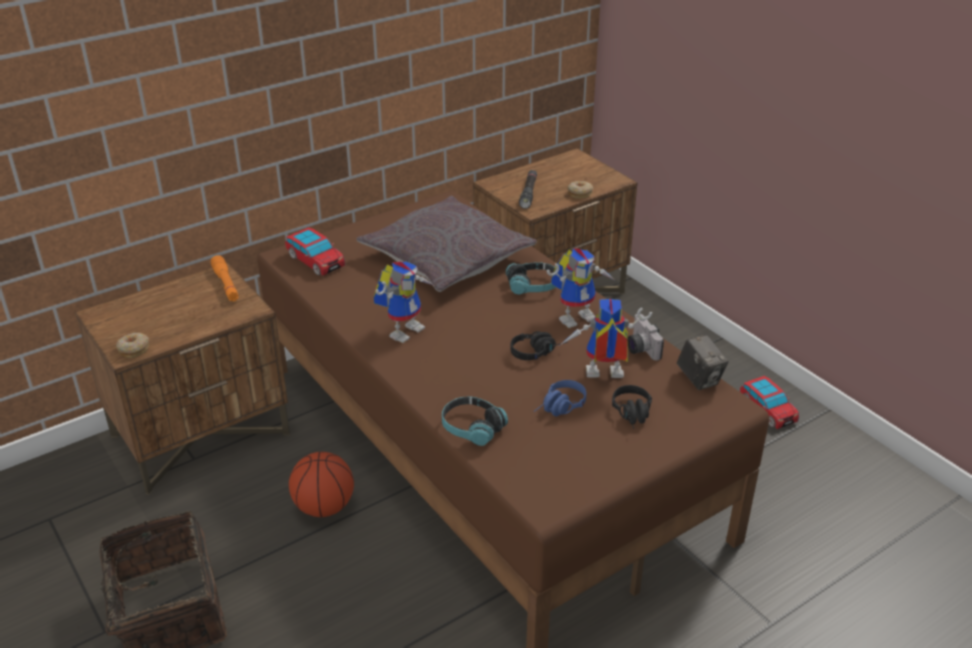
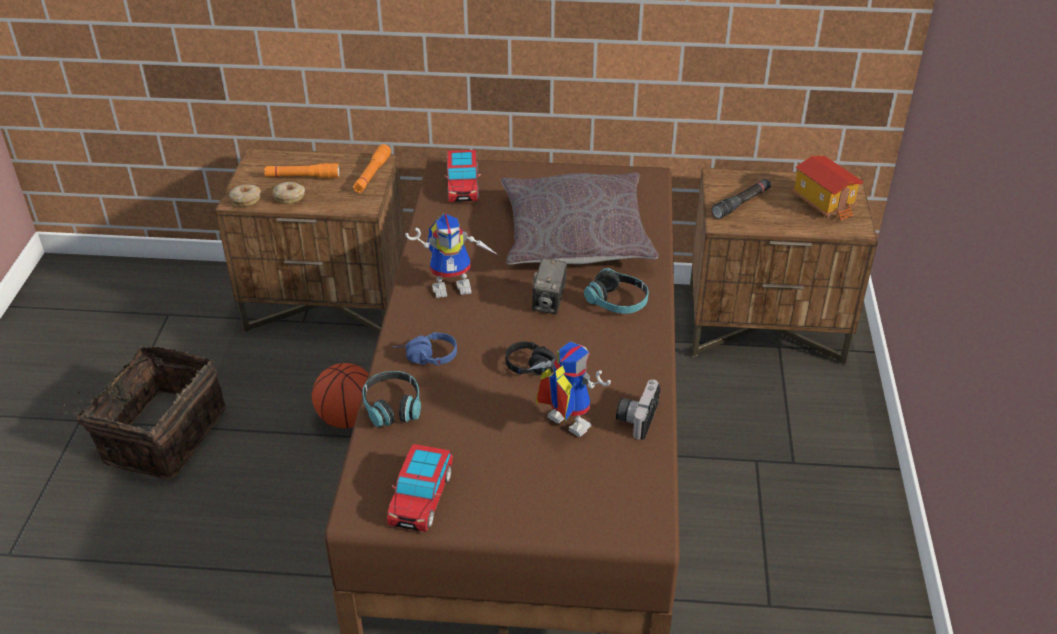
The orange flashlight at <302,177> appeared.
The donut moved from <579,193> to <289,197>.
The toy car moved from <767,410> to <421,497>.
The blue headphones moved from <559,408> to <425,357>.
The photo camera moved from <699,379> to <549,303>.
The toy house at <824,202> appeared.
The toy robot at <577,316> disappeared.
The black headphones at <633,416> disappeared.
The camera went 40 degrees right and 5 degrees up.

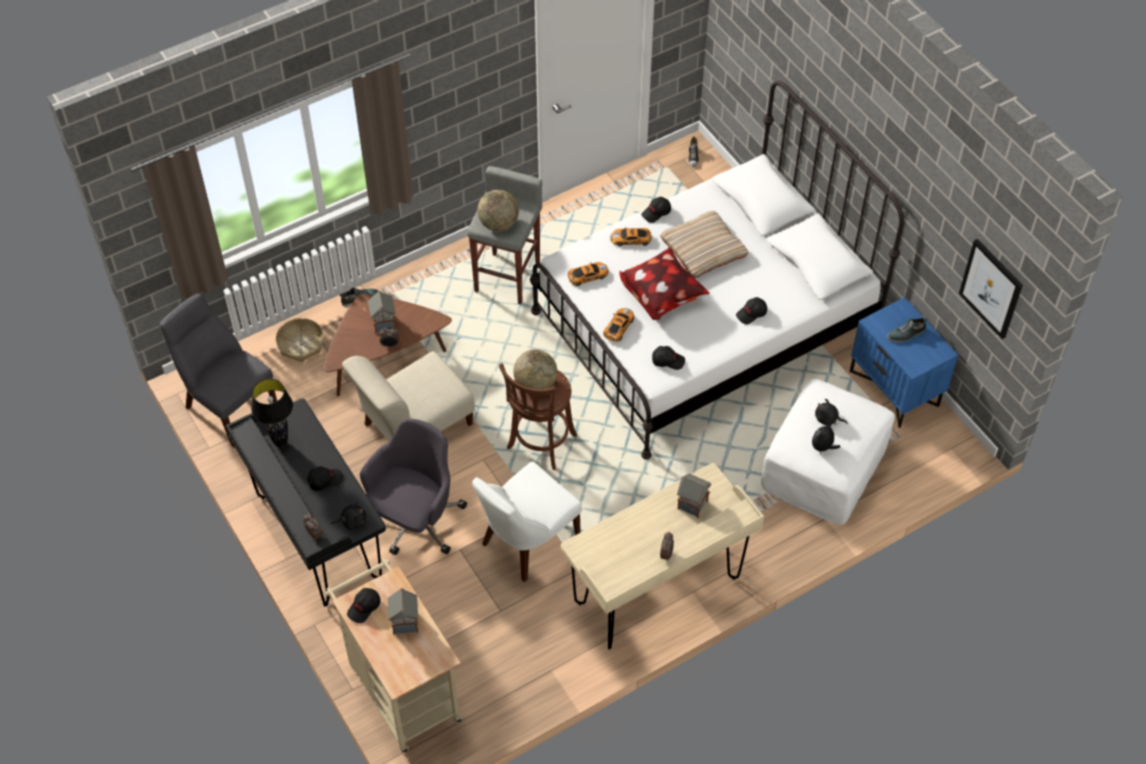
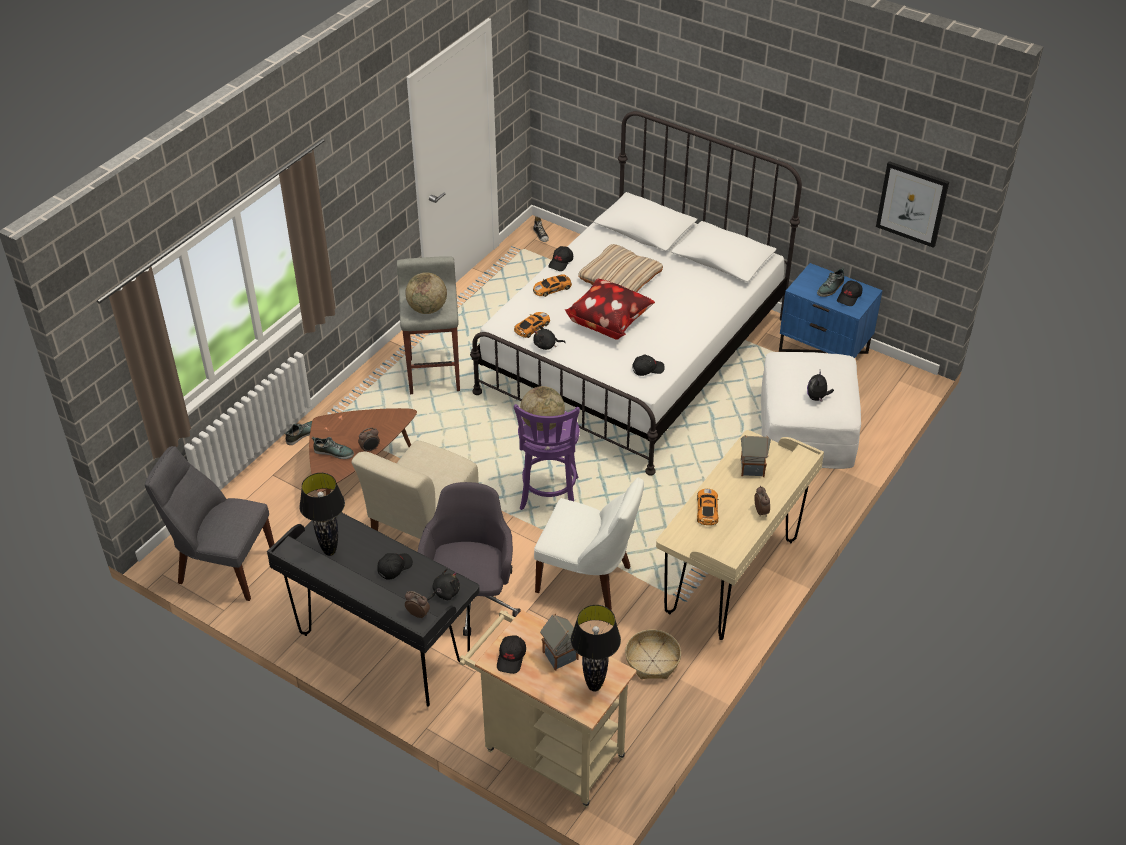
The shoe at <334,452> appeared.
The brown stool at <540,445> became the purple stool at <549,496>.
The black plush toy moved from <827,419> to <546,345>.
The white chair at <527,542> turned 90 degrees counterclockwise.
The black table lamp at <594,686> appeared.
The basket moved from <301,345> to <652,661>.
The toy car moved from <618,327> to <707,510>.
The black cap moved from <751,314> to <849,297>.
The toy house at <383,323> disappeared.
The camera went 25 degrees left and 10 degrees down.

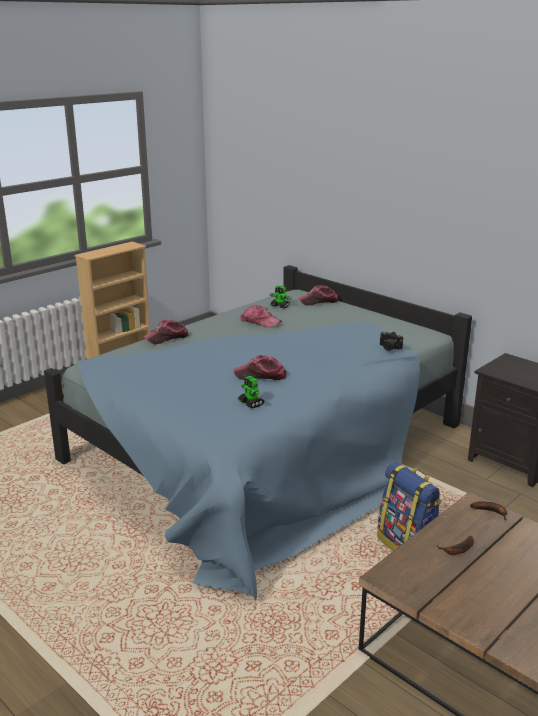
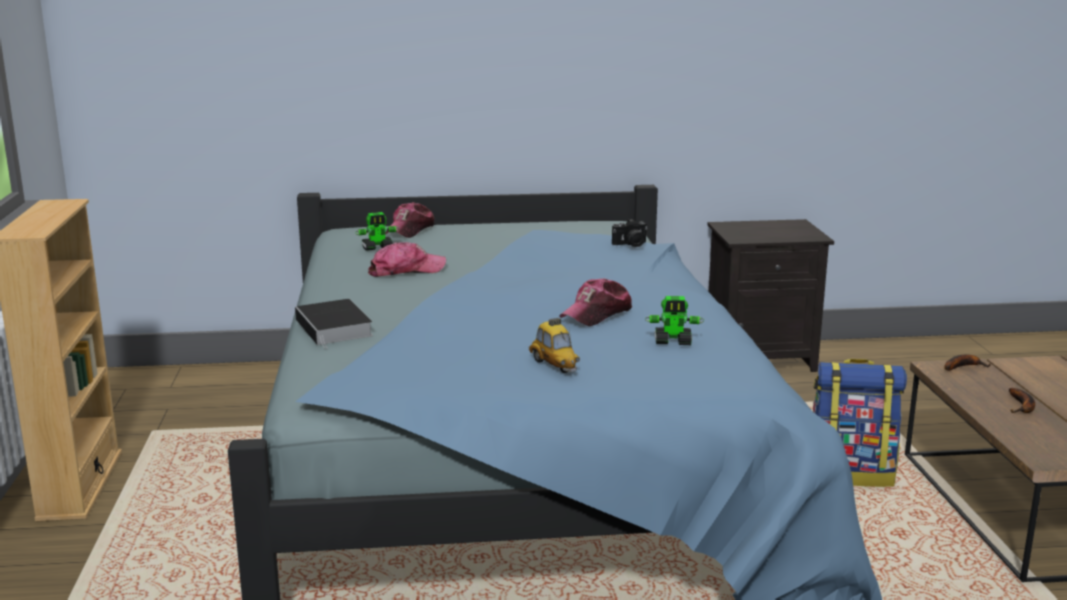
The cap at <166,338> was replaced by the book at <335,328>.
The toy car at <554,365> appeared.
The camera went 50 degrees left and 5 degrees down.

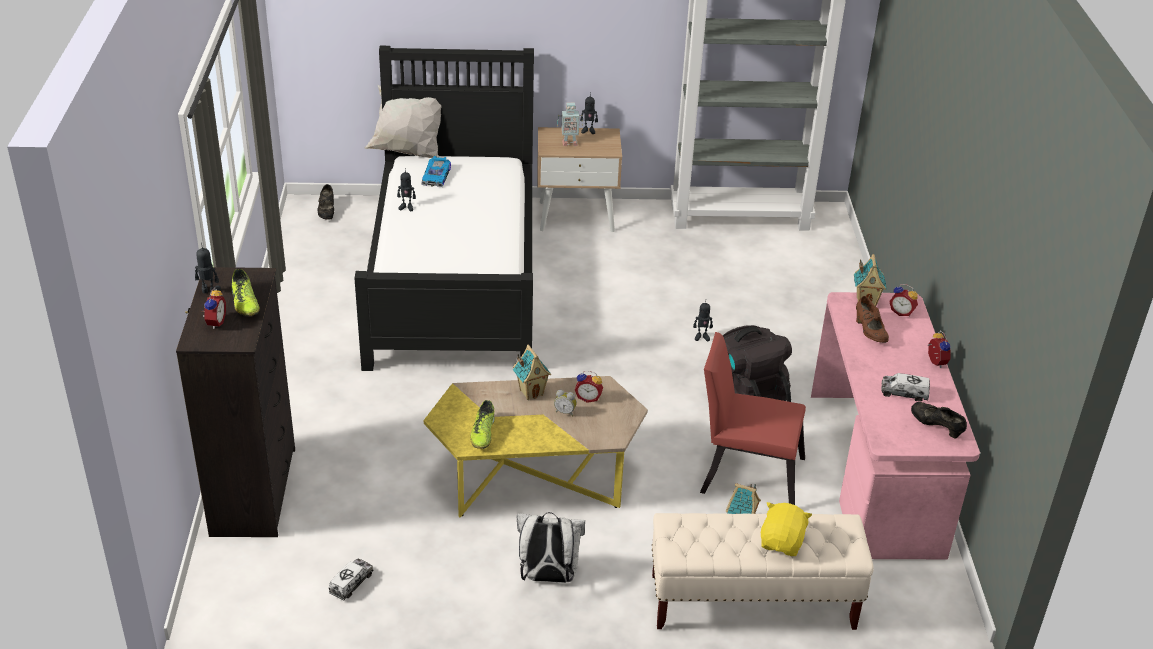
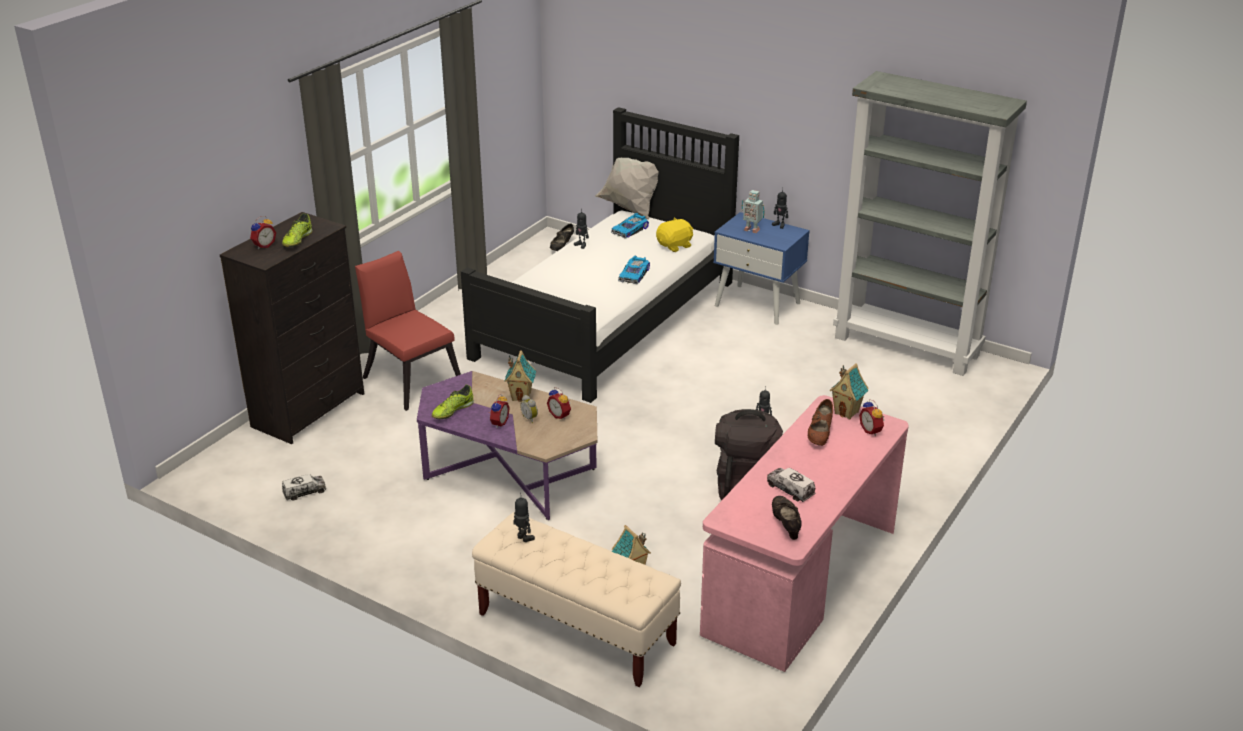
The red chair moved from <745,473> to <410,379>.
The yellow coffee table at <535,476> became the purple coffee table at <510,474>.
The alarm clock moved from <934,362> to <498,423>.
The toy robot moved from <209,291> to <523,538>.
The toy car at <635,275> appeared.
The yellow plush toy moved from <782,542> to <675,246>.
The beige nightstand at <577,216> became the blue nightstand at <758,304>.
The white backpack at <548,577> disappeared.
The camera went 35 degrees right and 5 degrees down.

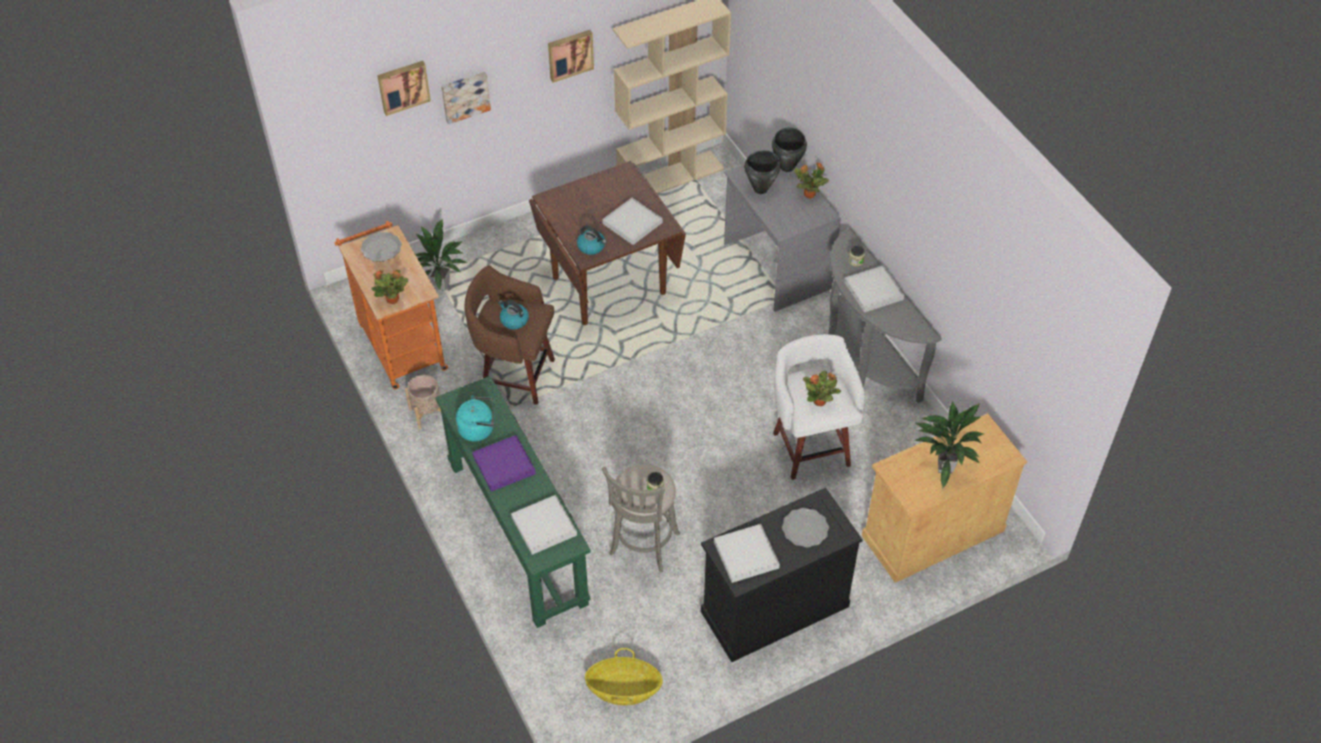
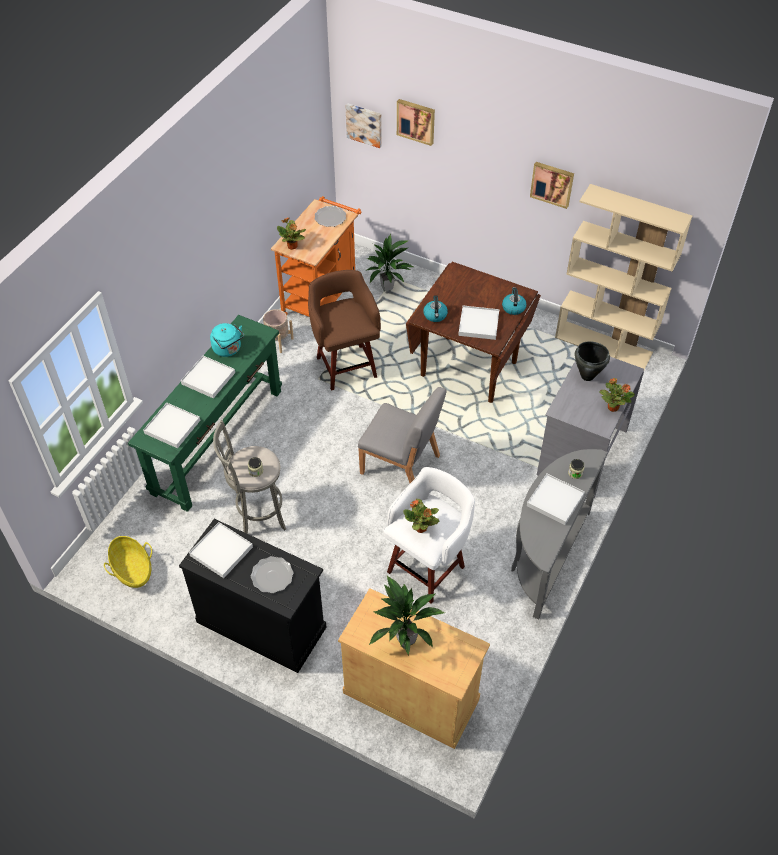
The purple tray at <504,465> became the white tray at <208,378>.
The picture moved from <465,96> to <364,124>.
The grey chair at <401,465> appeared.
The kettle moved from <514,320> to <513,307>.
The black cooking pot at <787,167> disappeared.
The camera went 55 degrees right and 0 degrees up.

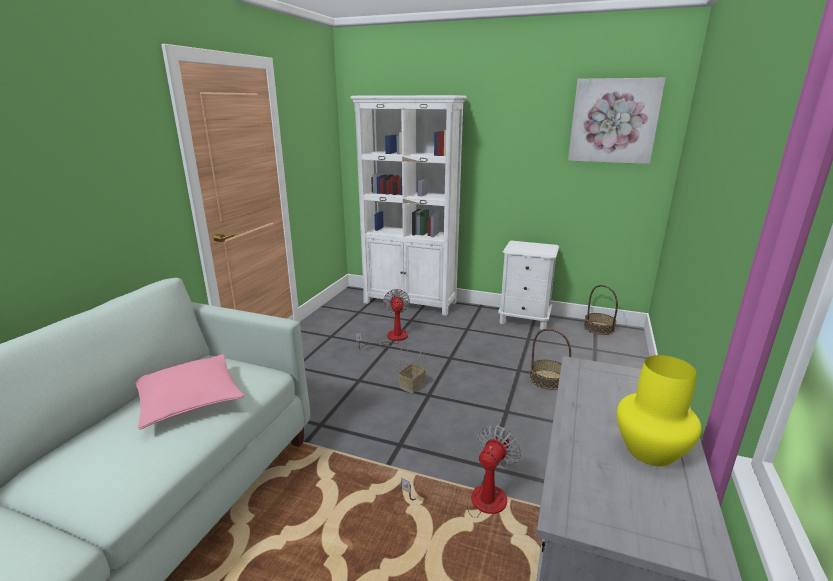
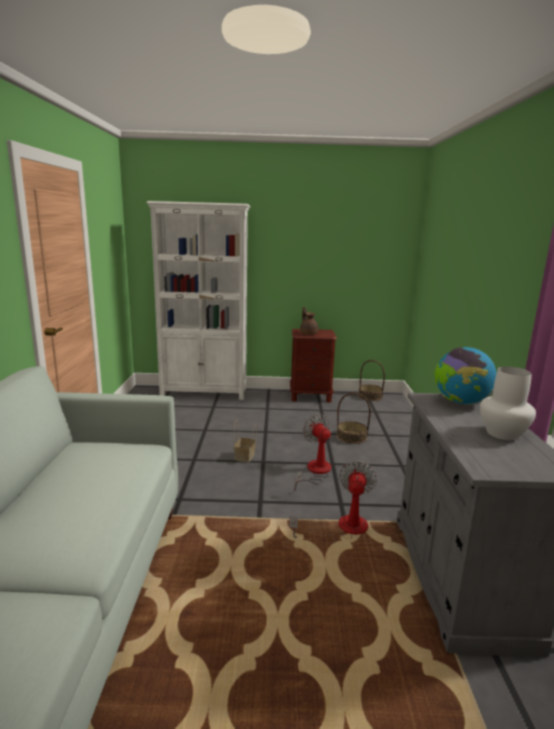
The white nightstand at <524,320> became the brown nightstand at <310,396>.
The fan moved from <391,338> to <315,472>.
The brown teapot at <308,333> appeared.
The globe at <460,402> appeared.
The yellow vase at <651,452> became the white vase at <503,434>.
The pink pillow at <189,399> disappeared.
The picture at <613,121> disappeared.
The camera went 20 degrees left and 5 degrees down.

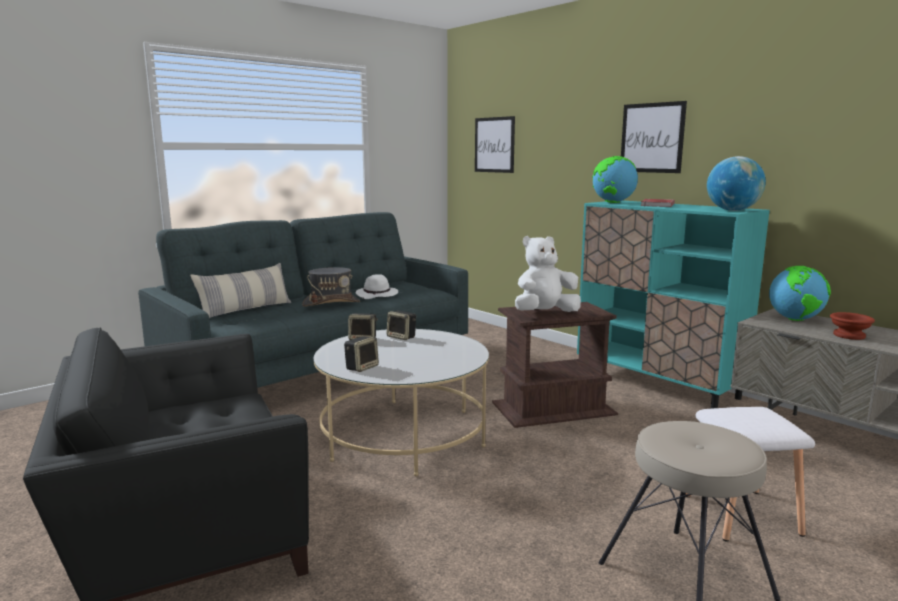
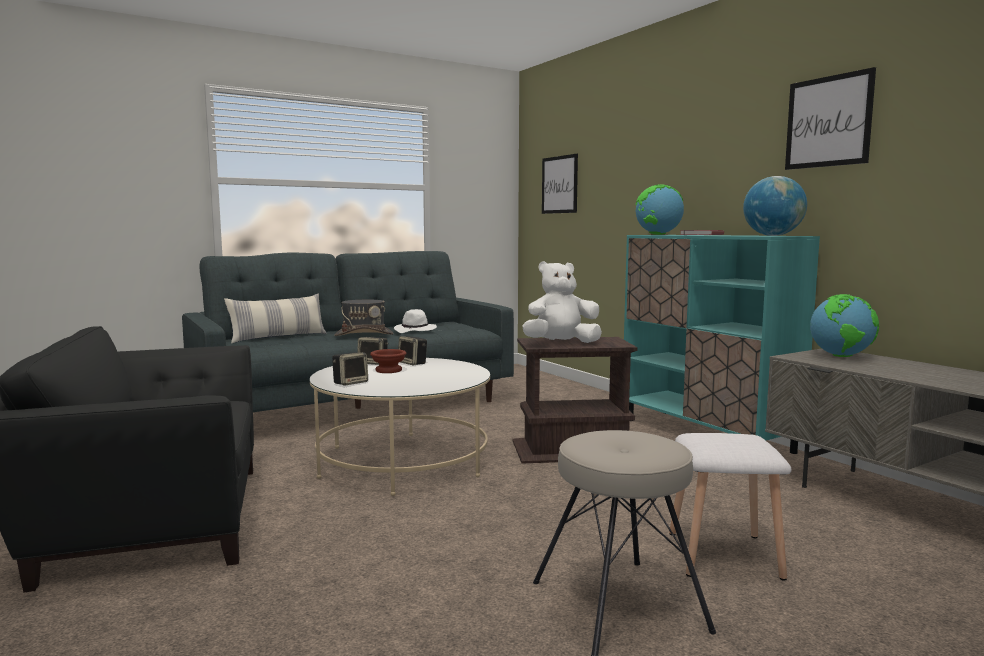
The brown bowl moved from <850,336> to <389,370>.
The picture moved from <652,138> to <828,121>.
The camera went 10 degrees right and 5 degrees down.

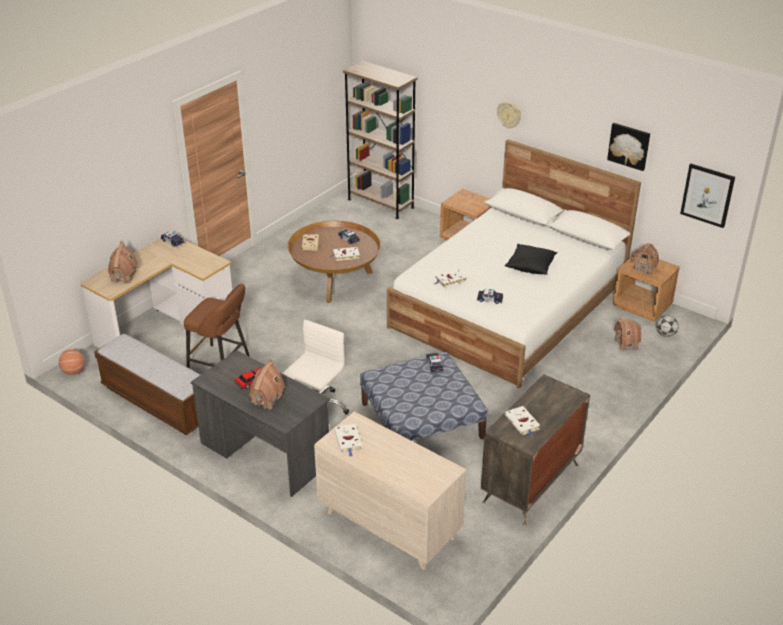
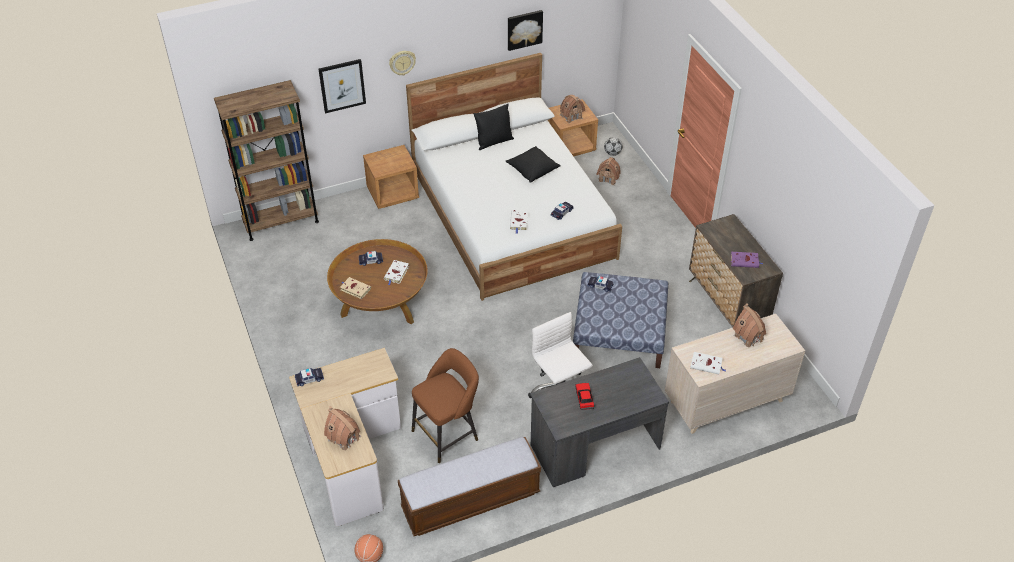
The picture moved from <707,195> to <342,85>.
The black pillow at <494,142> appeared.
The white book at <522,423> became the purple book at <745,261>.
The toy house moved from <266,399> to <748,337>.
The camera went 60 degrees left and 10 degrees up.

